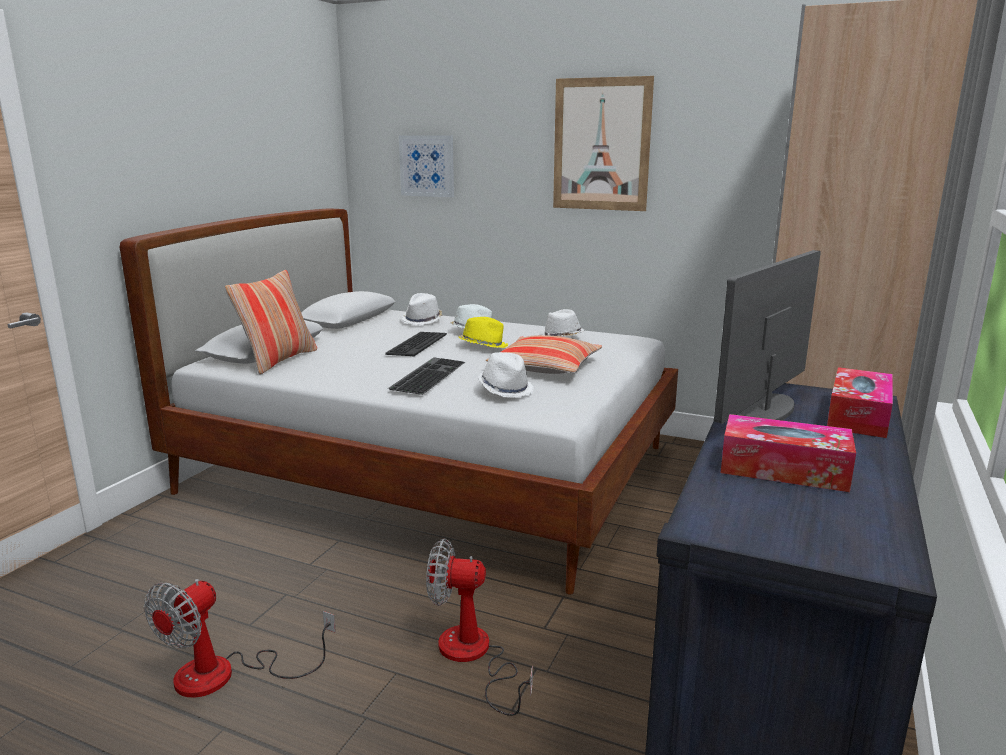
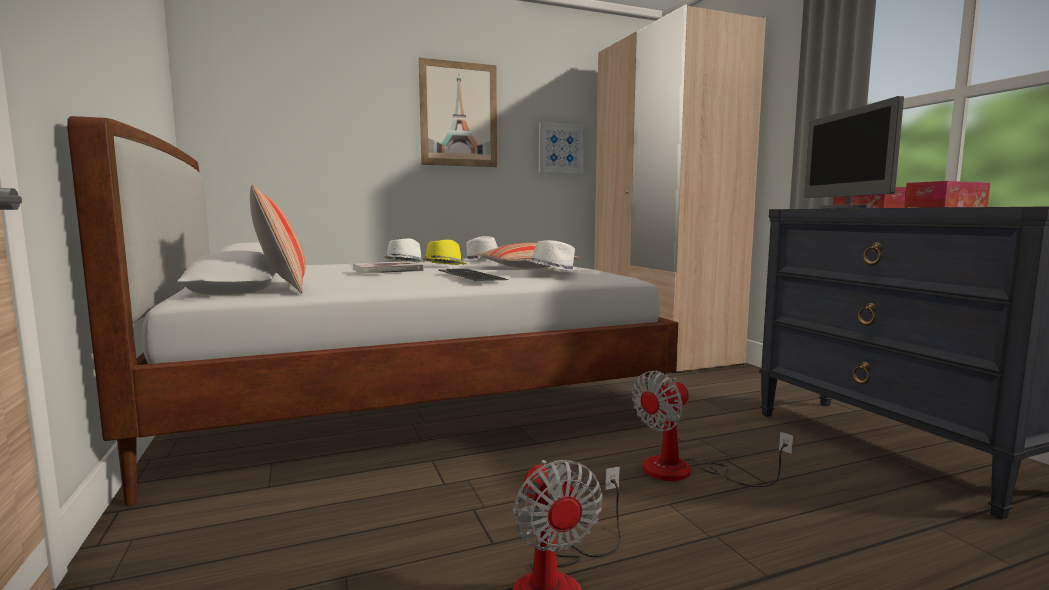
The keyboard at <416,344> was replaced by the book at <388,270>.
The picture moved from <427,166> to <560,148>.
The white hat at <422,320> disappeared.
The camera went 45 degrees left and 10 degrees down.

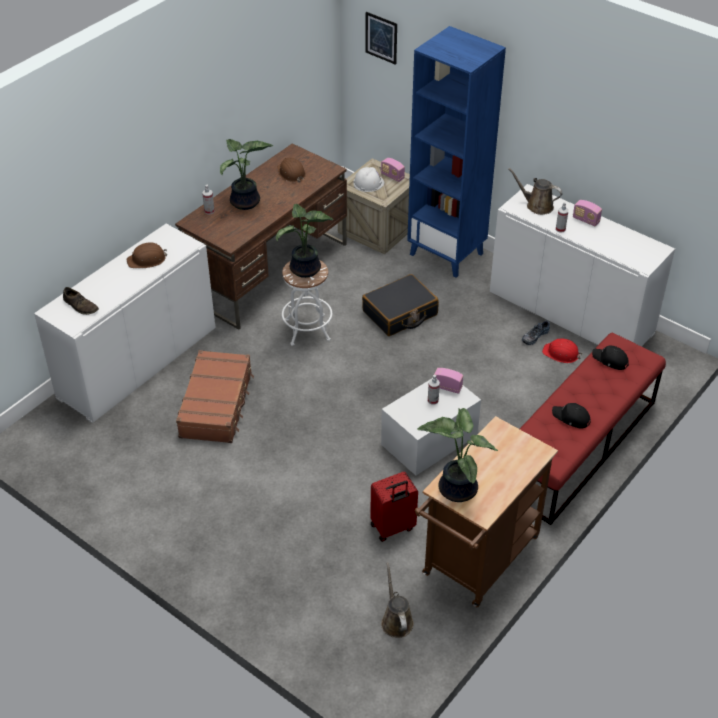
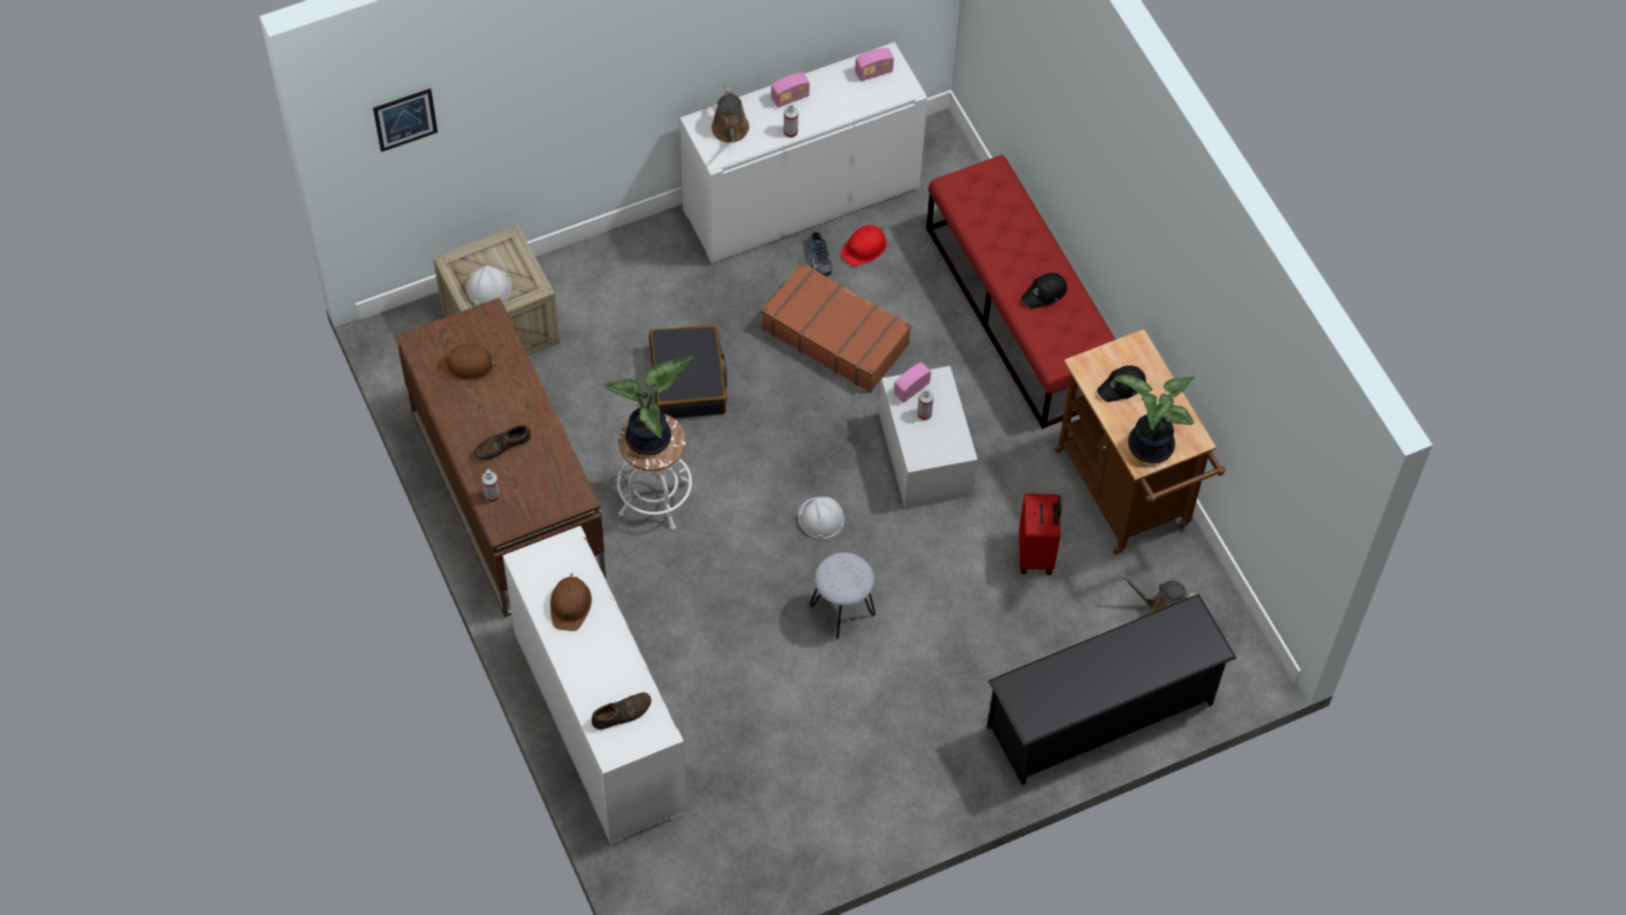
The potted plant at <245,203> was replaced by the brown shoe at <502,446>.
The brown watering can at <537,205> turned 60 degrees counterclockwise.
The brown suitcase moved from <217,404> to <835,335>.
The white hard hat at <820,518> appeared.
The grey stool at <842,610> appeared.
The radio moved from <392,176> to <874,72>.
The black shoe rack at <1101,715> appeared.
The black cap moved from <610,360> to <1122,387>.
The blue bookcase at <447,254> disappeared.
The camera went 65 degrees left and 15 degrees up.

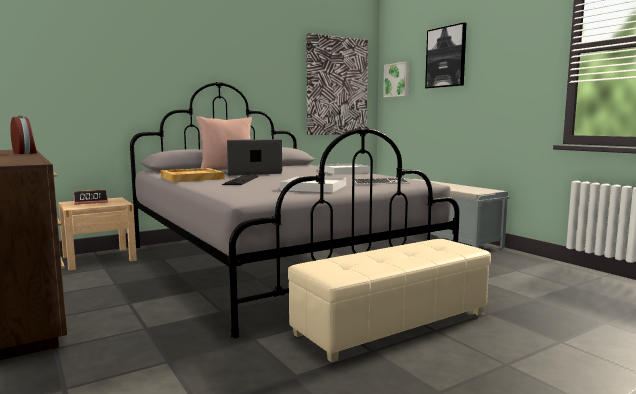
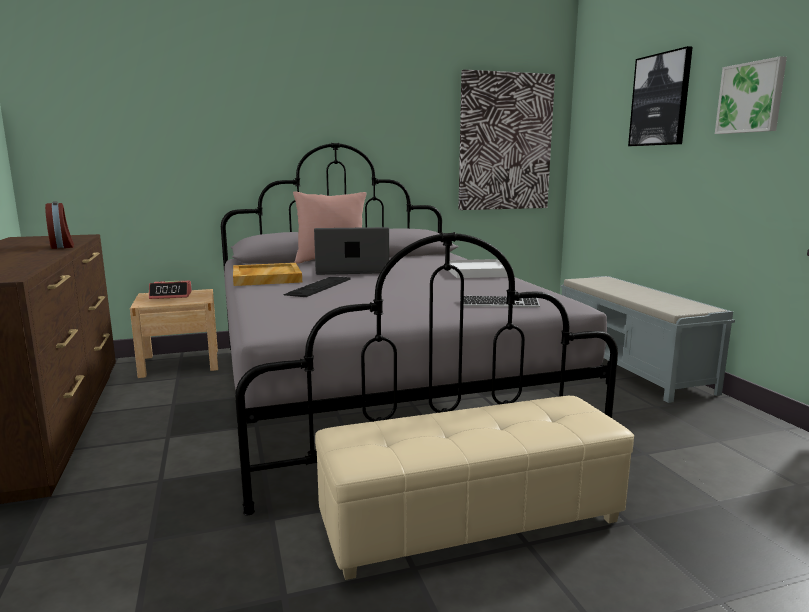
The picture moved from <397,80> to <751,98>.
The white tray at <314,187> disappeared.
The camera went 15 degrees right and 5 degrees up.

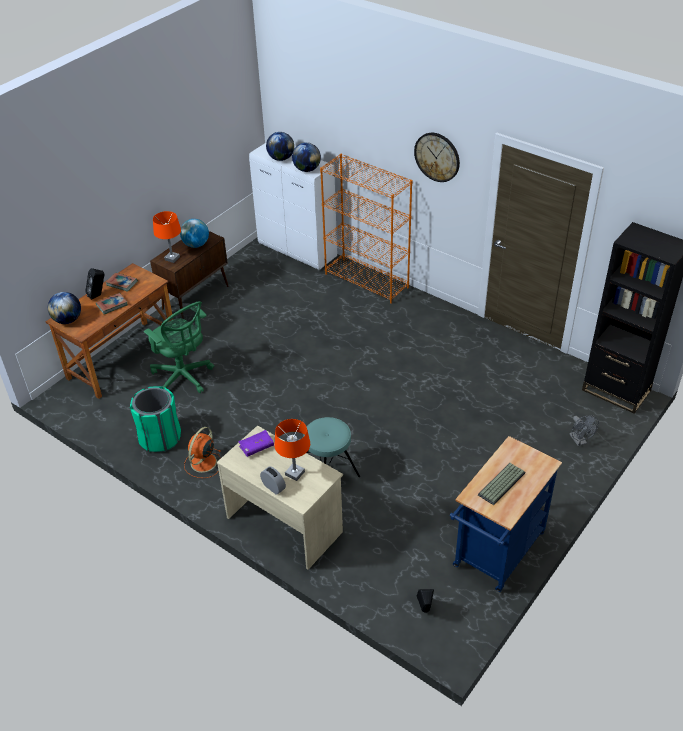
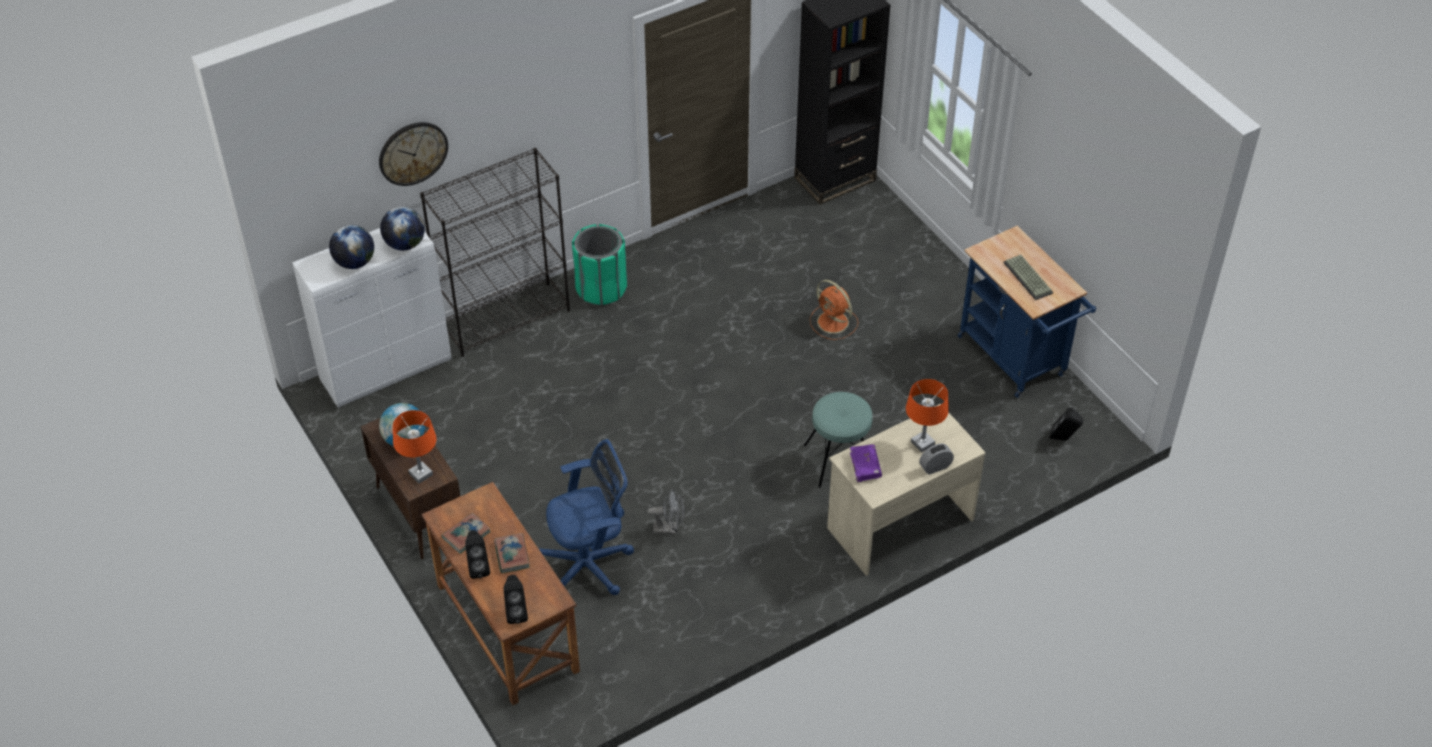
The wall clock moved from <437,157> to <412,153>.
The orange bookcase at <367,281> became the black bookcase at <506,318>.
The globe at <68,320> was replaced by the black speaker at <516,612>.
The green office chair at <184,377> became the blue office chair at <589,564>.
The green trash can moved from <160,438> to <601,288>.
The grey fan moved from <579,441> to <669,528>.
The orange fan moved from <203,463> to <834,323>.
The camera went 70 degrees left and 5 degrees up.

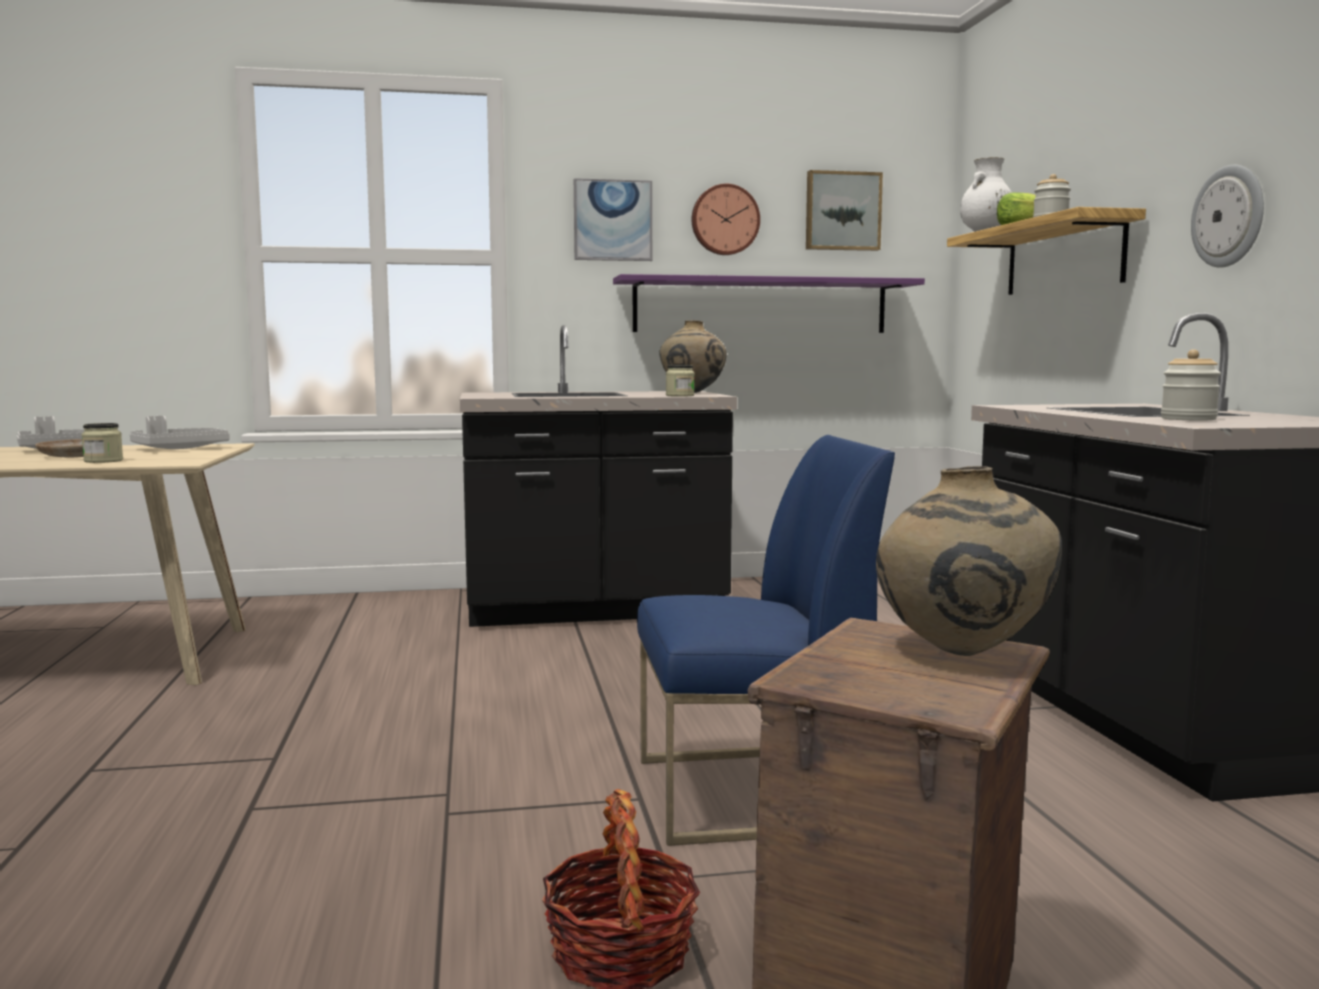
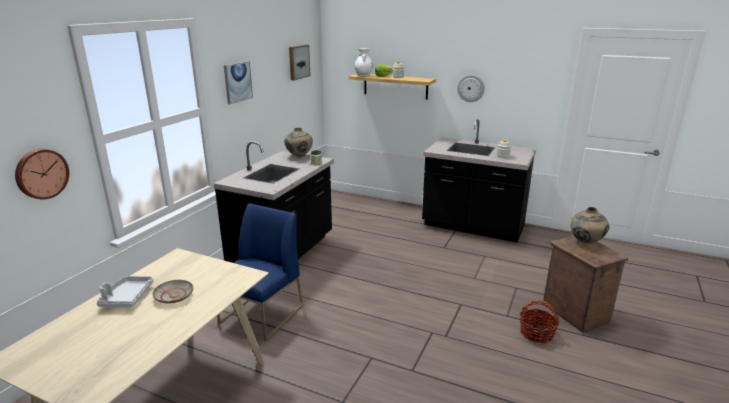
The wall clock moved from <724,220> to <41,173>.
The blue chair moved from <753,794> to <262,315>.
The jar at <103,461> disappeared.
The grey tray at <179,448> disappeared.
The purple shelf at <761,306> disappeared.
The camera went 55 degrees left and 15 degrees up.

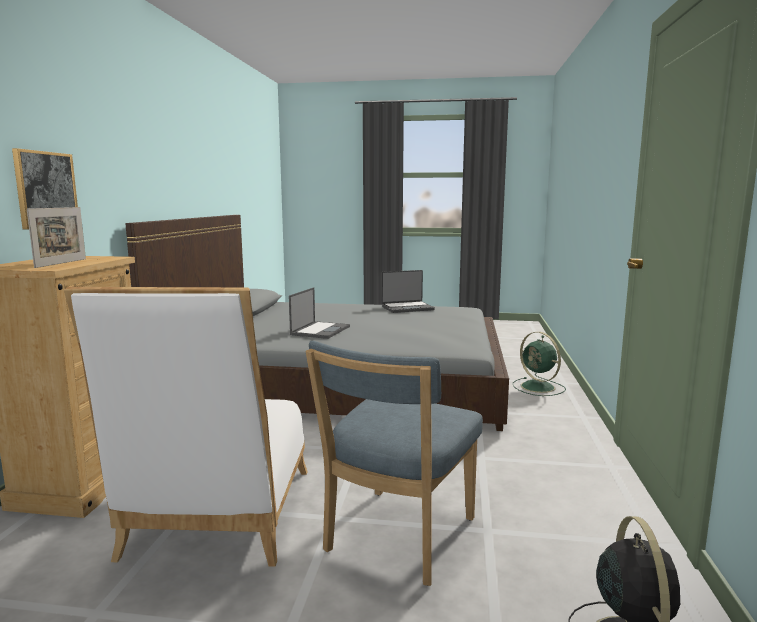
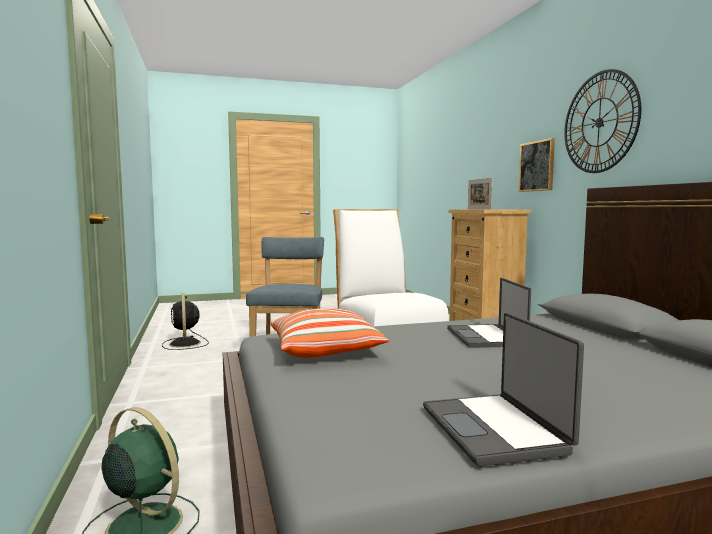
The pillow at <326,351> appeared.
The laptop at <407,308> turned 60 degrees counterclockwise.
The wall clock at <599,122> appeared.
The camera went 155 degrees right and 5 degrees down.

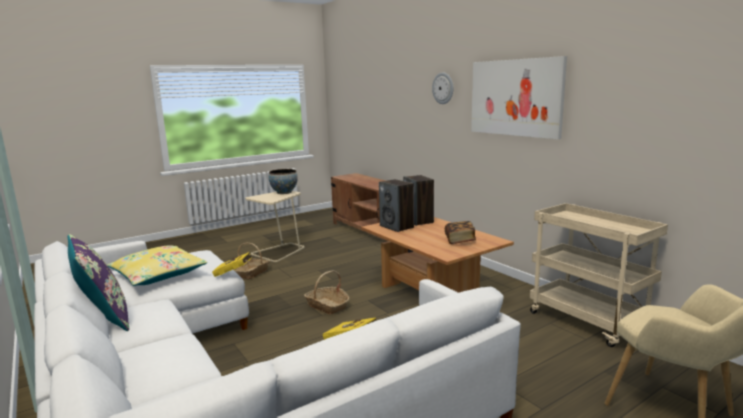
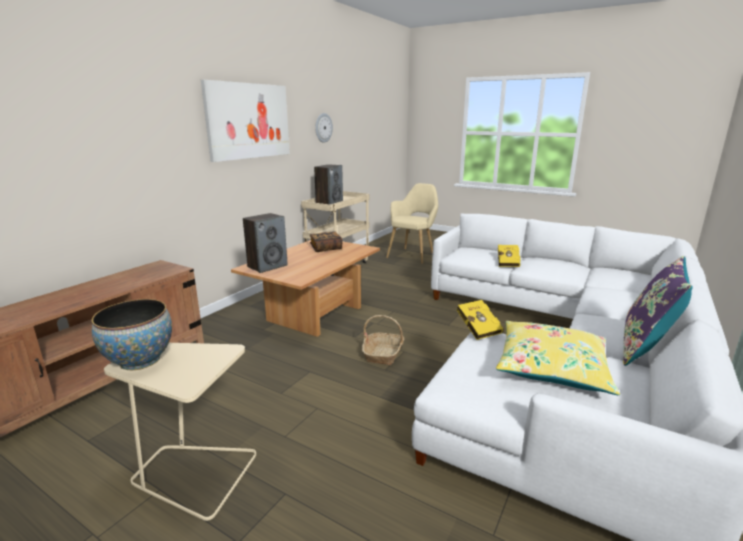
The speaker moved from <397,227> to <329,204>.
The wall clock moved from <443,88> to <323,127>.
The basket at <251,273> disappeared.
The camera went 115 degrees left and 5 degrees up.

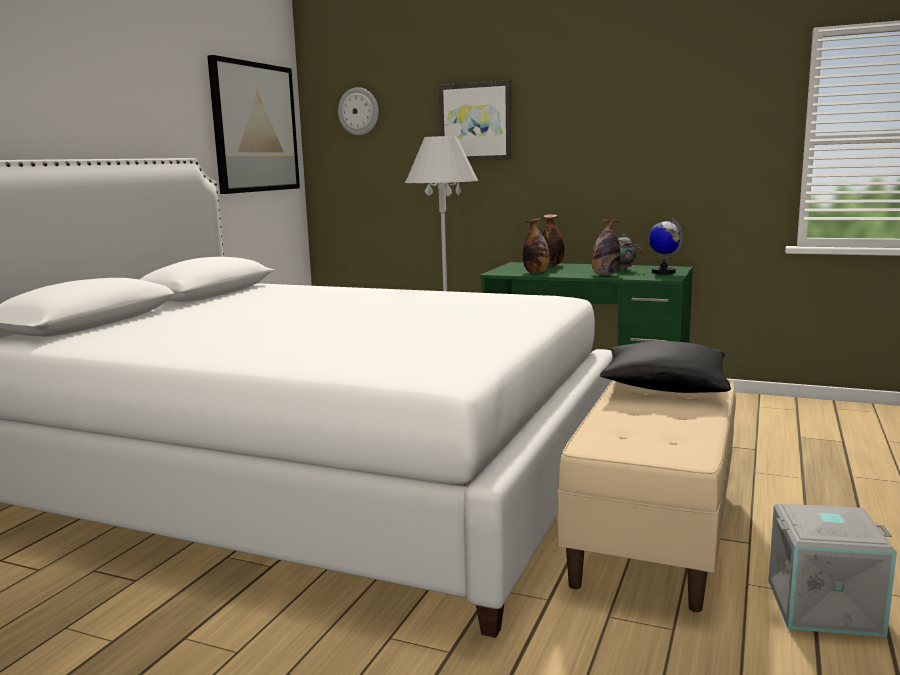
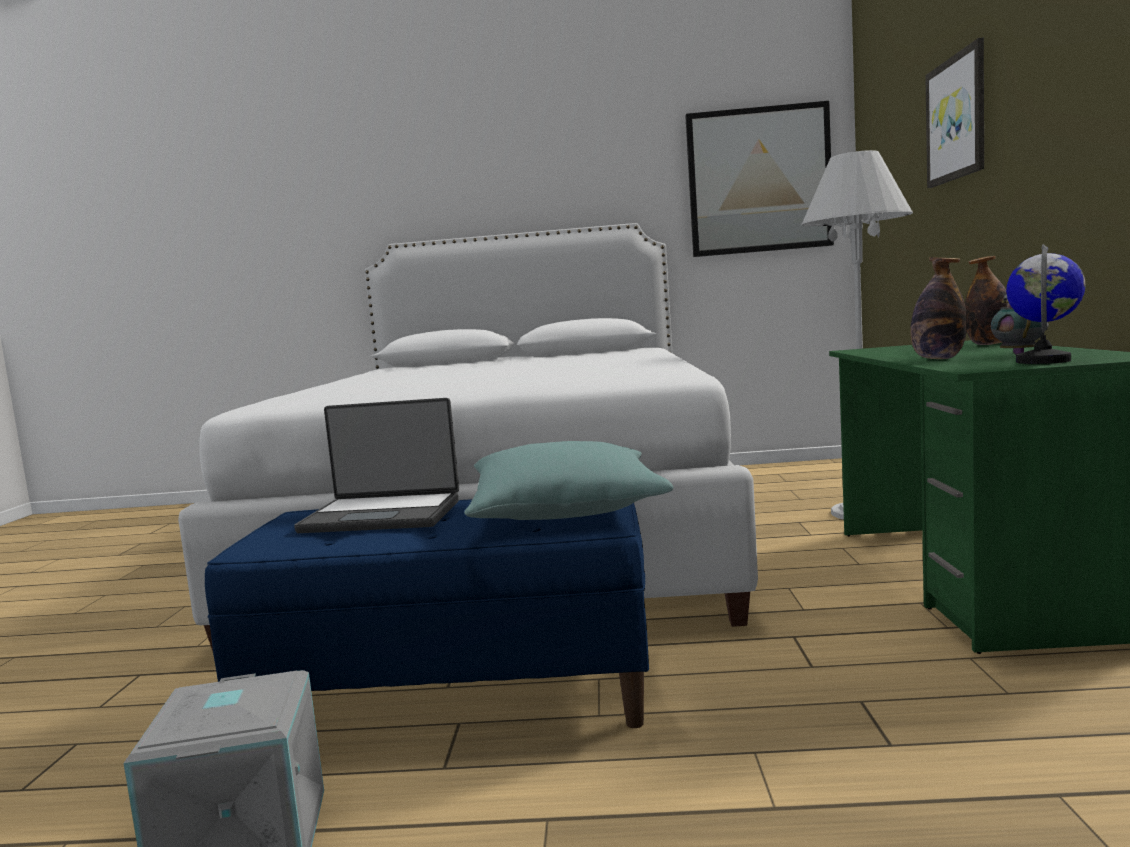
The beige bench at <652,531> became the blue bench at <458,694>.
The laptop at <383,515> appeared.
The black pillow at <664,386> became the turquoise pillow at <565,510>.
The wall clock at <359,111> disappeared.
The bottle at <536,272> disappeared.
The camera went 70 degrees right and 5 degrees down.

